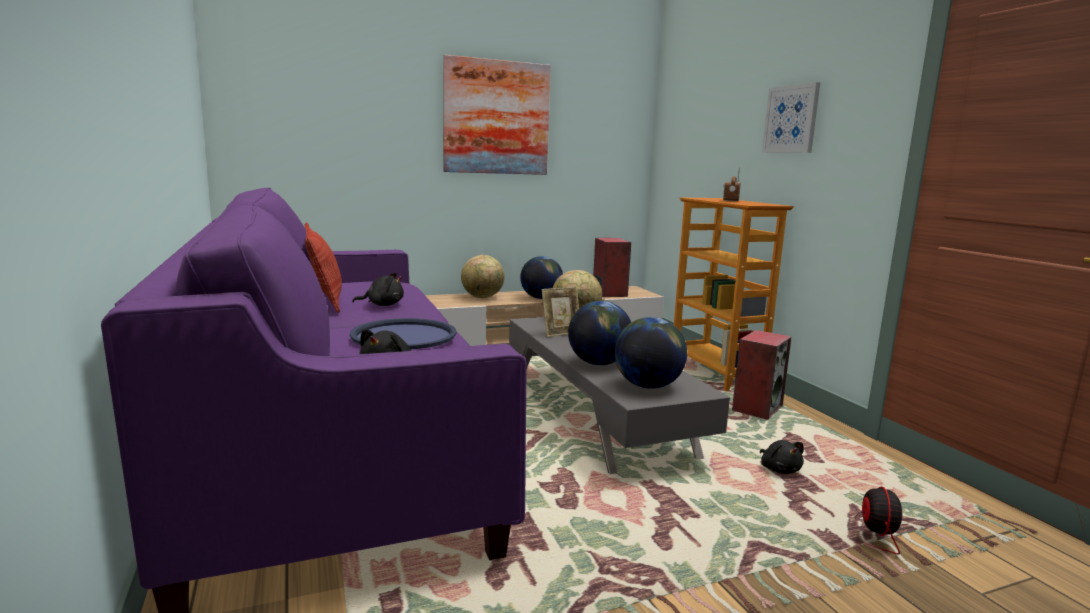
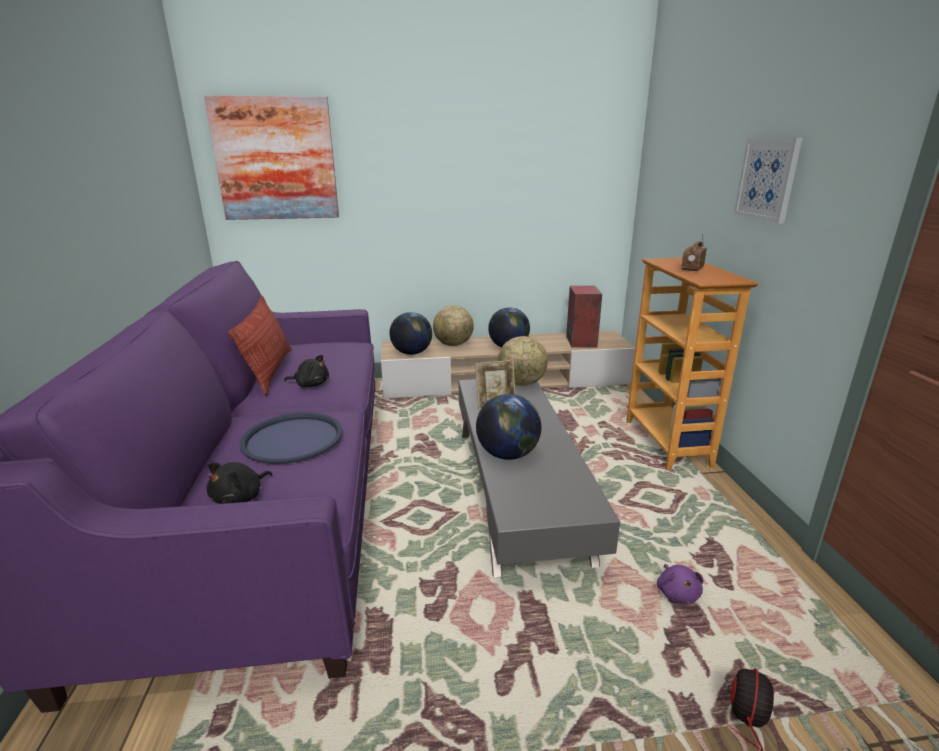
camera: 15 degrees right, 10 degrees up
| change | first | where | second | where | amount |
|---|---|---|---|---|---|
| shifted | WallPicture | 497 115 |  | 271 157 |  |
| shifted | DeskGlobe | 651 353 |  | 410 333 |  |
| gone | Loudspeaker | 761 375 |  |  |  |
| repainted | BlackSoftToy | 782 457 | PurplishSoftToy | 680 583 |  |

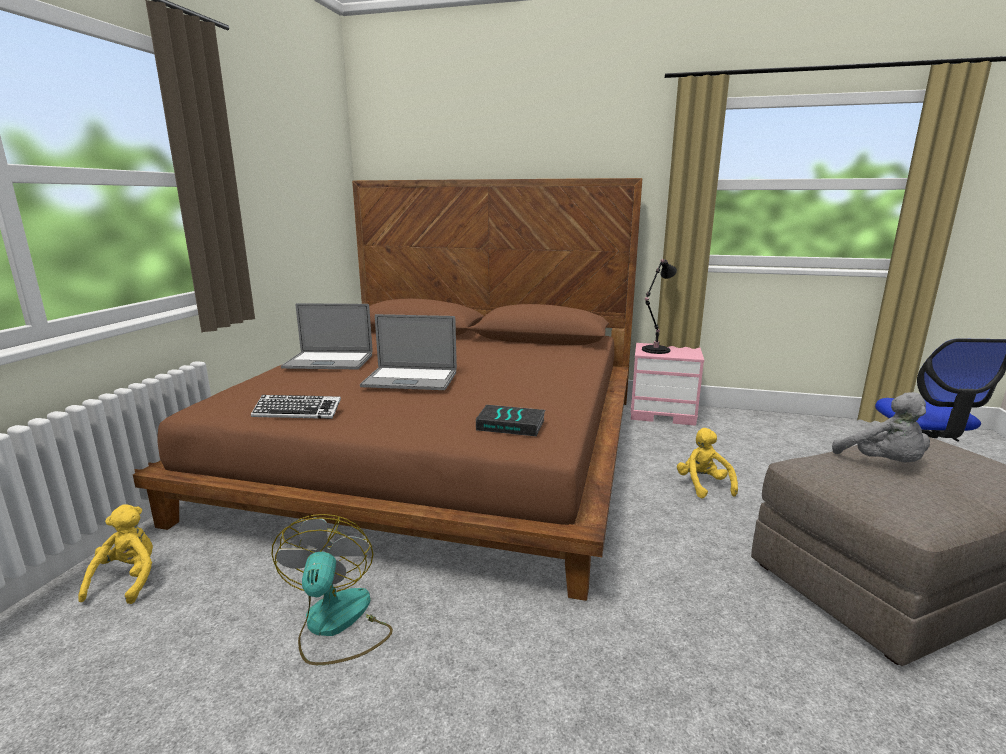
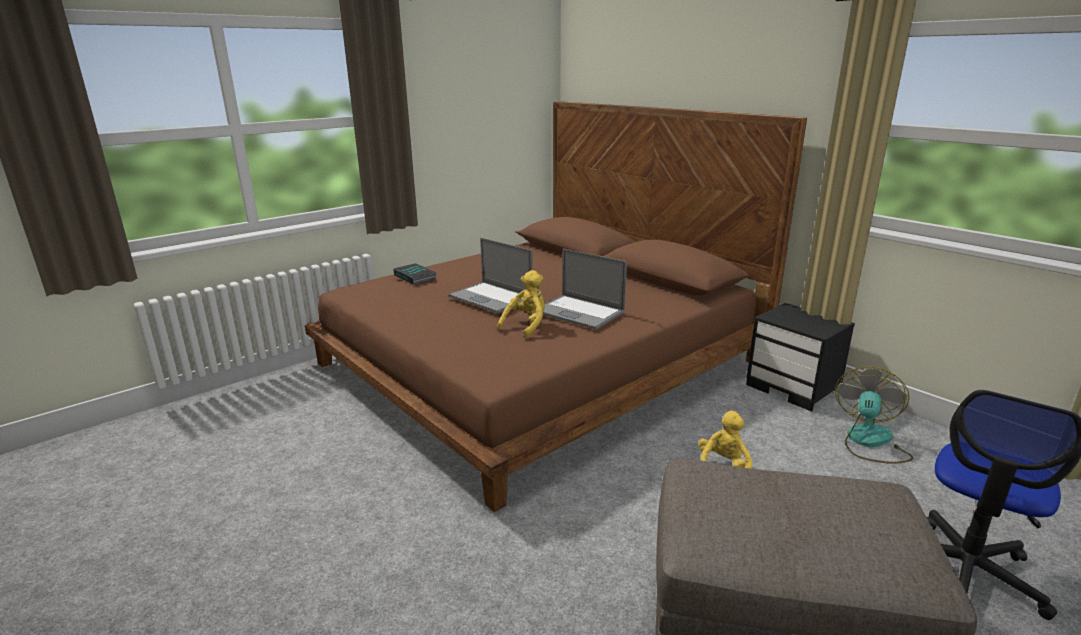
camera: 35 degrees right, 5 degrees up
| change | first | where | second | where | amount |
|---|---|---|---|---|---|
| gone | BlackTableLamp | 659 306 |  |  |  |
| shifted | NotebookComputer | 327 336 |  | 585 289 |  |
| repainted | PinkishBedsideTable | 667 384 | BlackBedsideTable | 800 357 |  |
| gone | GreySoftToy | 881 427 |  |  |  |
| gone | Keyboard | 296 407 |  |  |  |
| shifted | Volume | 511 421 |  | 414 274 |  |
| shifted | YellowColouredSoftToy | 115 554 |  | 521 304 |  |
| shifted | Fan | 332 589 |  | 874 415 |  |

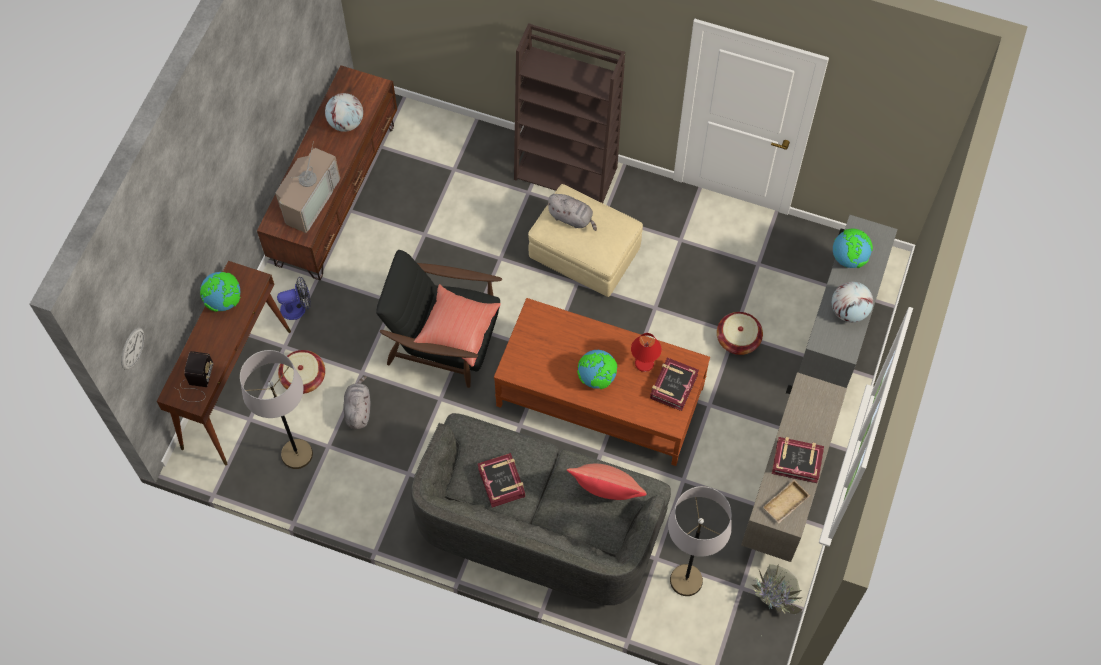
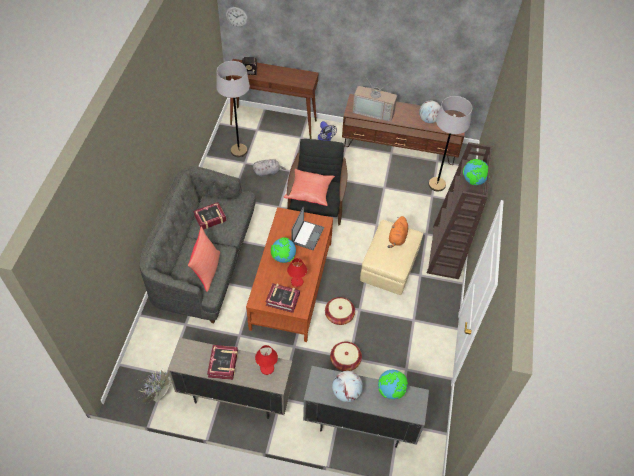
camera: 80 degrees right, 10 degrees down
| change | first | where | second | where | amount |
|---|---|---|---|---|---|
| repainted | GreySoftToy | 571 212 | OrangeySoftToy | 397 232 |  |
| shifted | DeskGlobe | 220 292 |  | 476 172 |  |
| shifted | Basket | 301 372 |  | 340 311 |  |
| gone | BeigeServingTray | 786 502 |  |  |  |
| shifted | GreyStandingLamp | 700 541 |  | 450 143 |  |
| new |  |  | NotebookComputer | 308 228 |  |
| new |  |  | ReddishTableLamp | 266 360 |  |

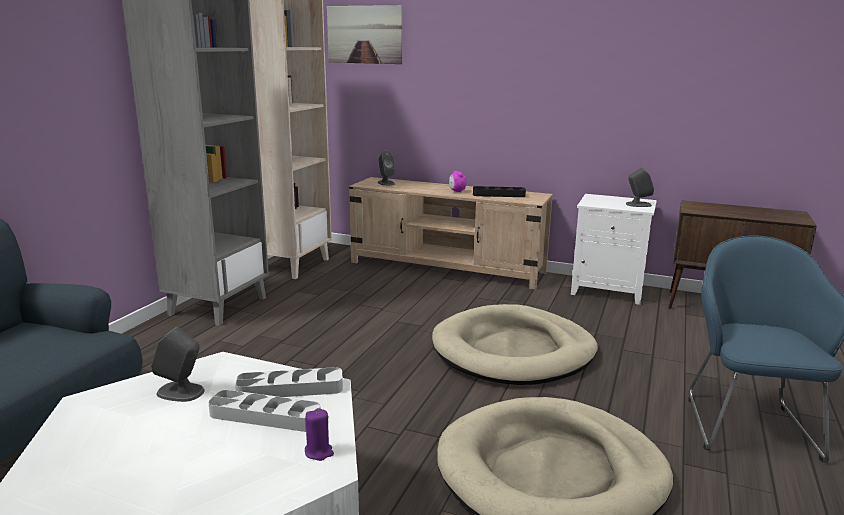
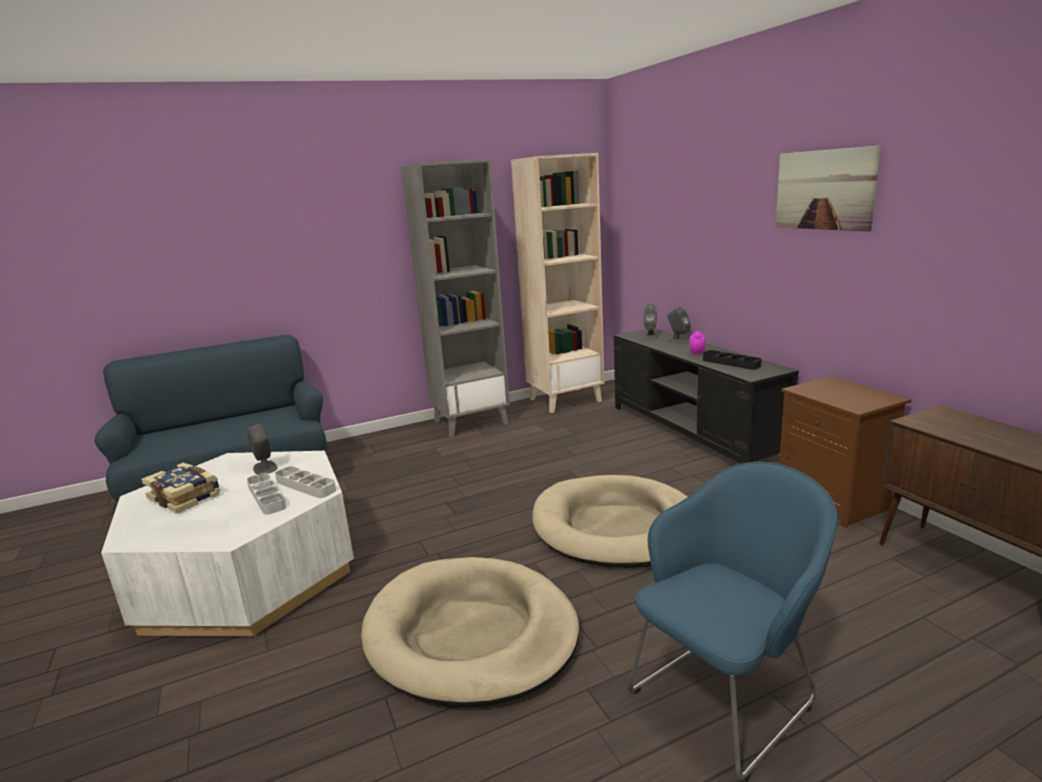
camera: 45 degrees right, 0 degrees up
| change | first | where | second | where | amount |
|---|---|---|---|---|---|
| shifted | WallPicture | 364 34 |  | 828 189 |  |
| shifted | GreyLoudspeaker | 640 187 |  | 679 325 |  |
| repainted | BeigeMediaConsole | 451 233 | BlackMediaConsole | 706 396 |  |
| repainted | WhiteColouredBedsideTable | 614 249 | BrownColouredBedsideTable | 845 452 |  |
| gone | PurplishCandle | 319 434 |  |  |  |
| new |  |  | Volume | 180 488 |  |

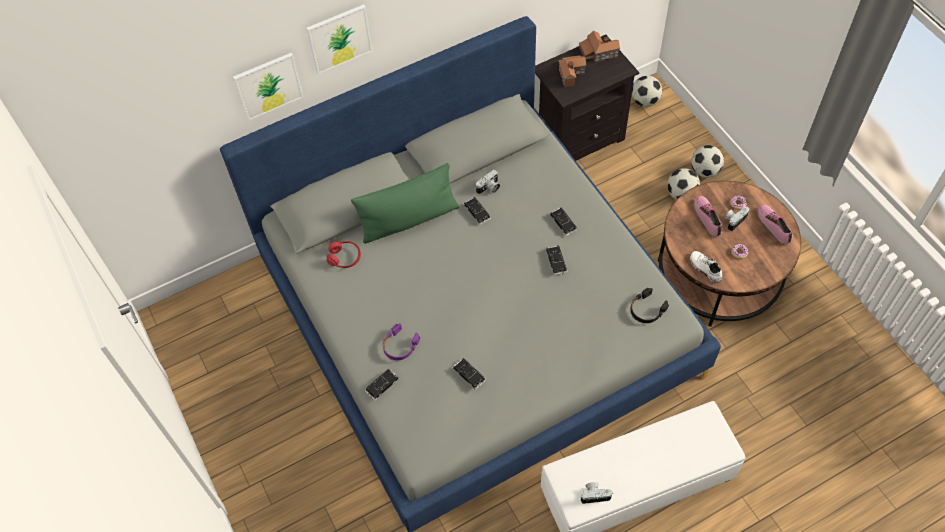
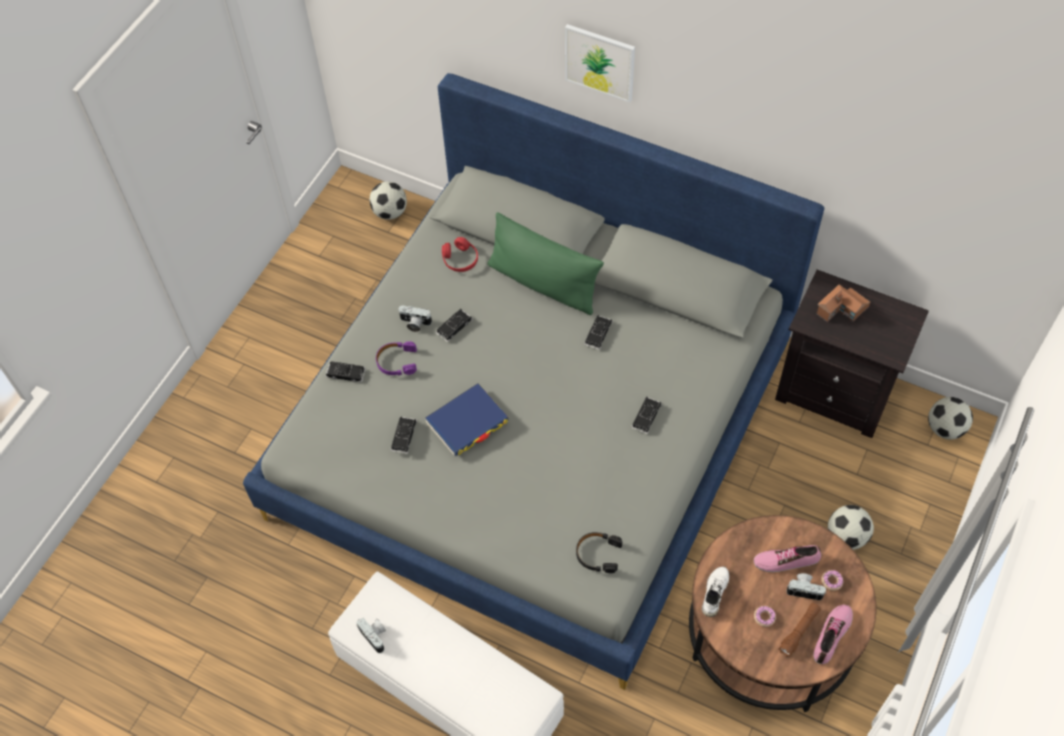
camera: 55 degrees right, 0 degrees up
| change | first | where | second | where | amount |
|---|---|---|---|---|---|
| gone | MiniatureHouse | 599 46 |  |  |  |
| gone | WallPicture | 268 86 |  |  |  |
| shifted | FootballBall | 707 161 |  | 388 200 |  |
| shifted | PhotoCamera | 488 181 |  | 415 318 |  |
| rotated | LowShoe | 708 216 |  | 787 558 | 135 degrees counterclockwise |
| shifted | BlackModelCar | 556 260 |  | 454 325 |  |
| new |  |  | BlueColouredVolume | 467 419 |  |
| new |  |  | BrownColouredHandTorch | 800 630 |  |

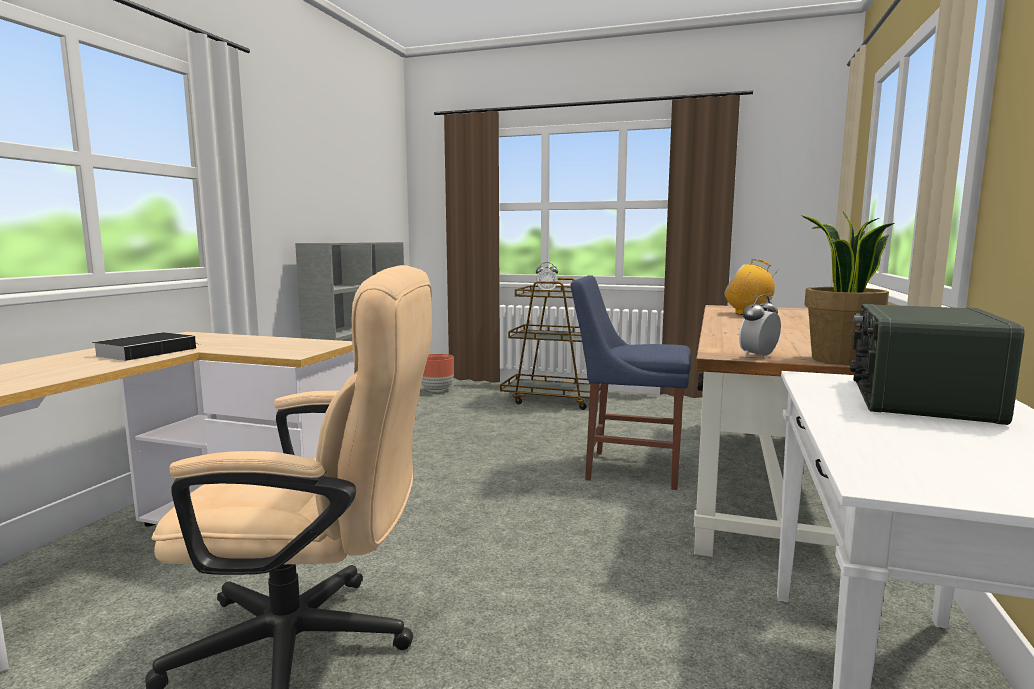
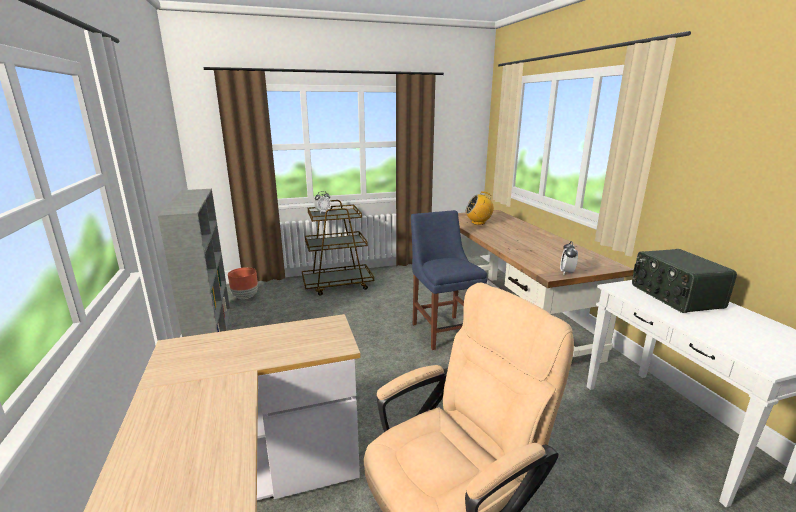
camera: 35 degrees left, 10 degrees up
| change | first | where | second | where | amount |
|---|---|---|---|---|---|
| gone | Houseplant | 848 288 |  |  |  |
| rotated | BlueColouredUprightChair | 631 382 |  | 449 280 | 90 degrees clockwise |
| gone | Volume | 148 346 |  |  |  |

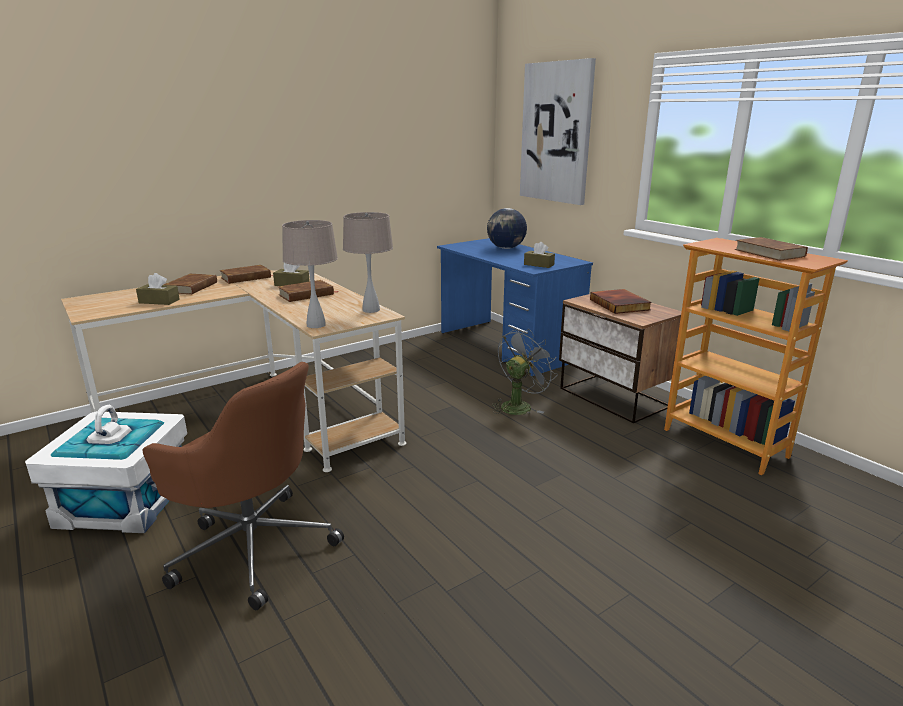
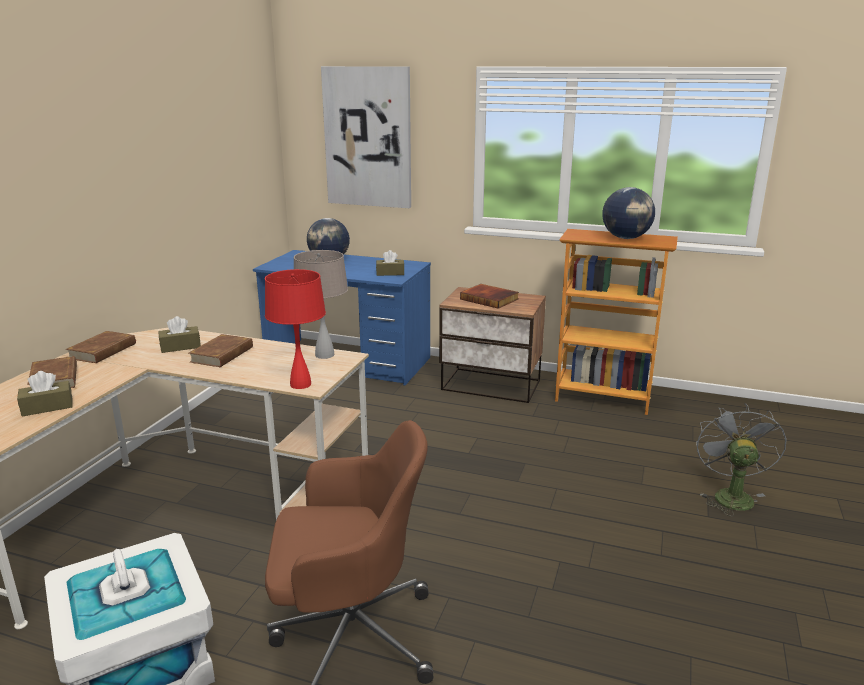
camera: 35 degrees left, 0 degrees up
| change | first | where | second | where | amount |
|---|---|---|---|---|---|
| repainted | BeigeTableLamp | 310 274 | ReddishTableLamp | 295 329 |  |
| swapped | BrownColouredVolume | 771 249 | DeskGlobe | 628 213 |  |
| shifted | GreyFan | 525 372 |  | 741 459 |  |

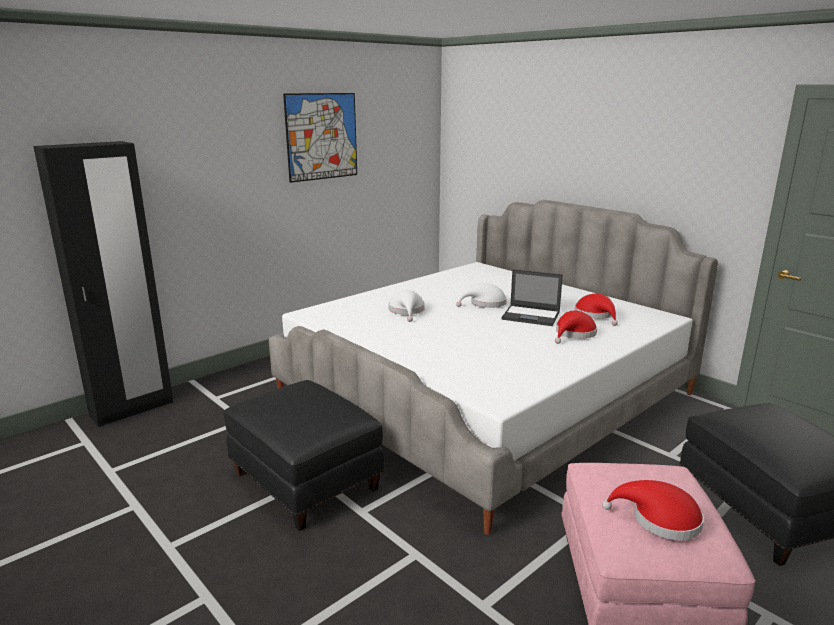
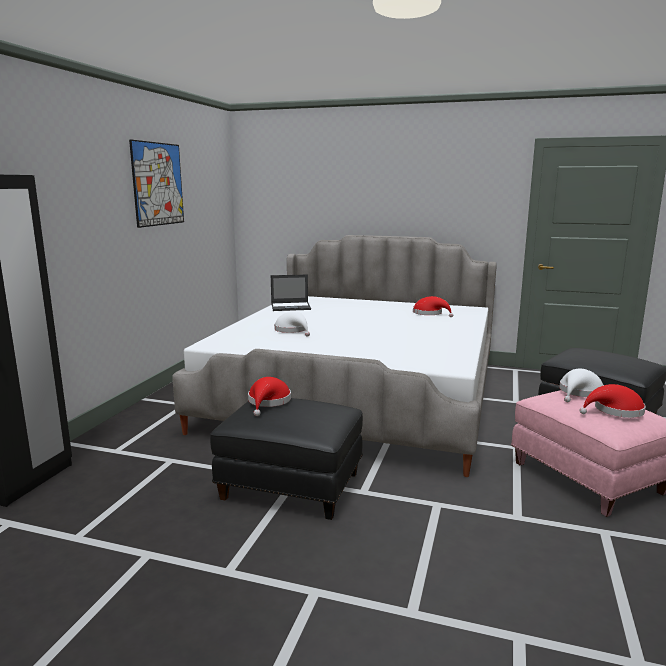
camera: 30 degrees left, 5 degrees down
| change | first | where | second | where | amount |
|---|---|---|---|---|---|
| shifted | NotebookComputer | 532 297 |  | 291 292 |  |
| shifted | WhiteColouredWearableHat | 481 295 |  | 581 385 |  |
| shifted | ReddishWearableHat | 576 327 |  | 269 396 |  |

